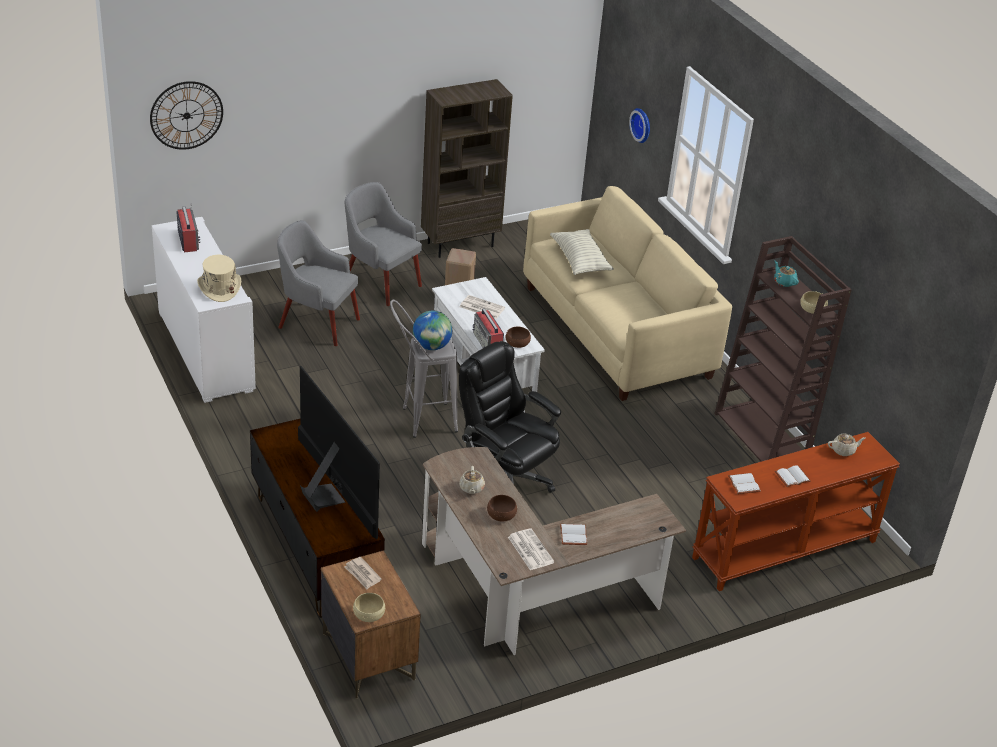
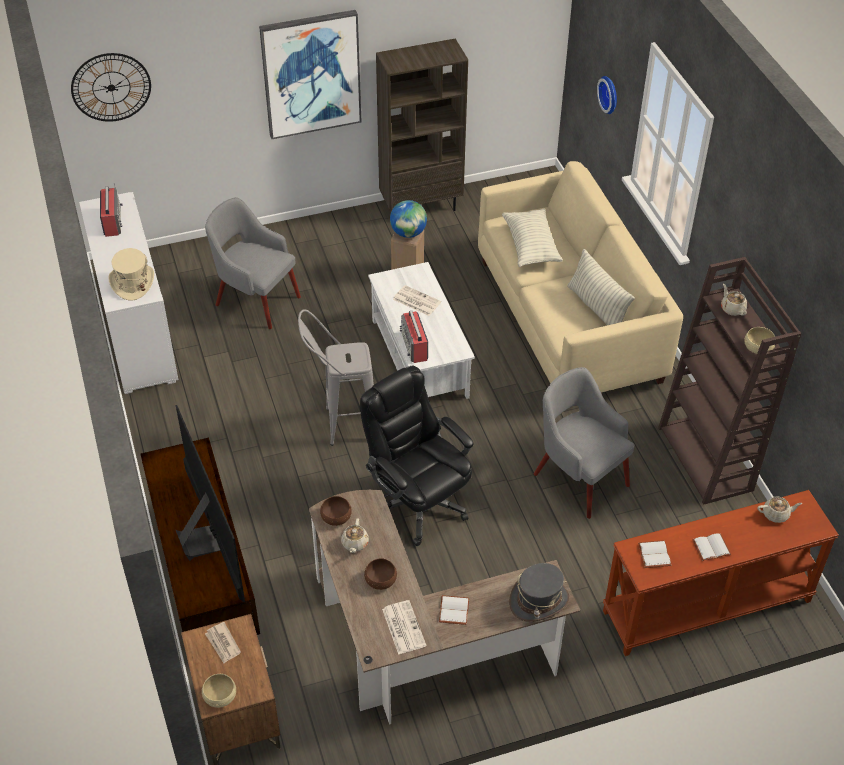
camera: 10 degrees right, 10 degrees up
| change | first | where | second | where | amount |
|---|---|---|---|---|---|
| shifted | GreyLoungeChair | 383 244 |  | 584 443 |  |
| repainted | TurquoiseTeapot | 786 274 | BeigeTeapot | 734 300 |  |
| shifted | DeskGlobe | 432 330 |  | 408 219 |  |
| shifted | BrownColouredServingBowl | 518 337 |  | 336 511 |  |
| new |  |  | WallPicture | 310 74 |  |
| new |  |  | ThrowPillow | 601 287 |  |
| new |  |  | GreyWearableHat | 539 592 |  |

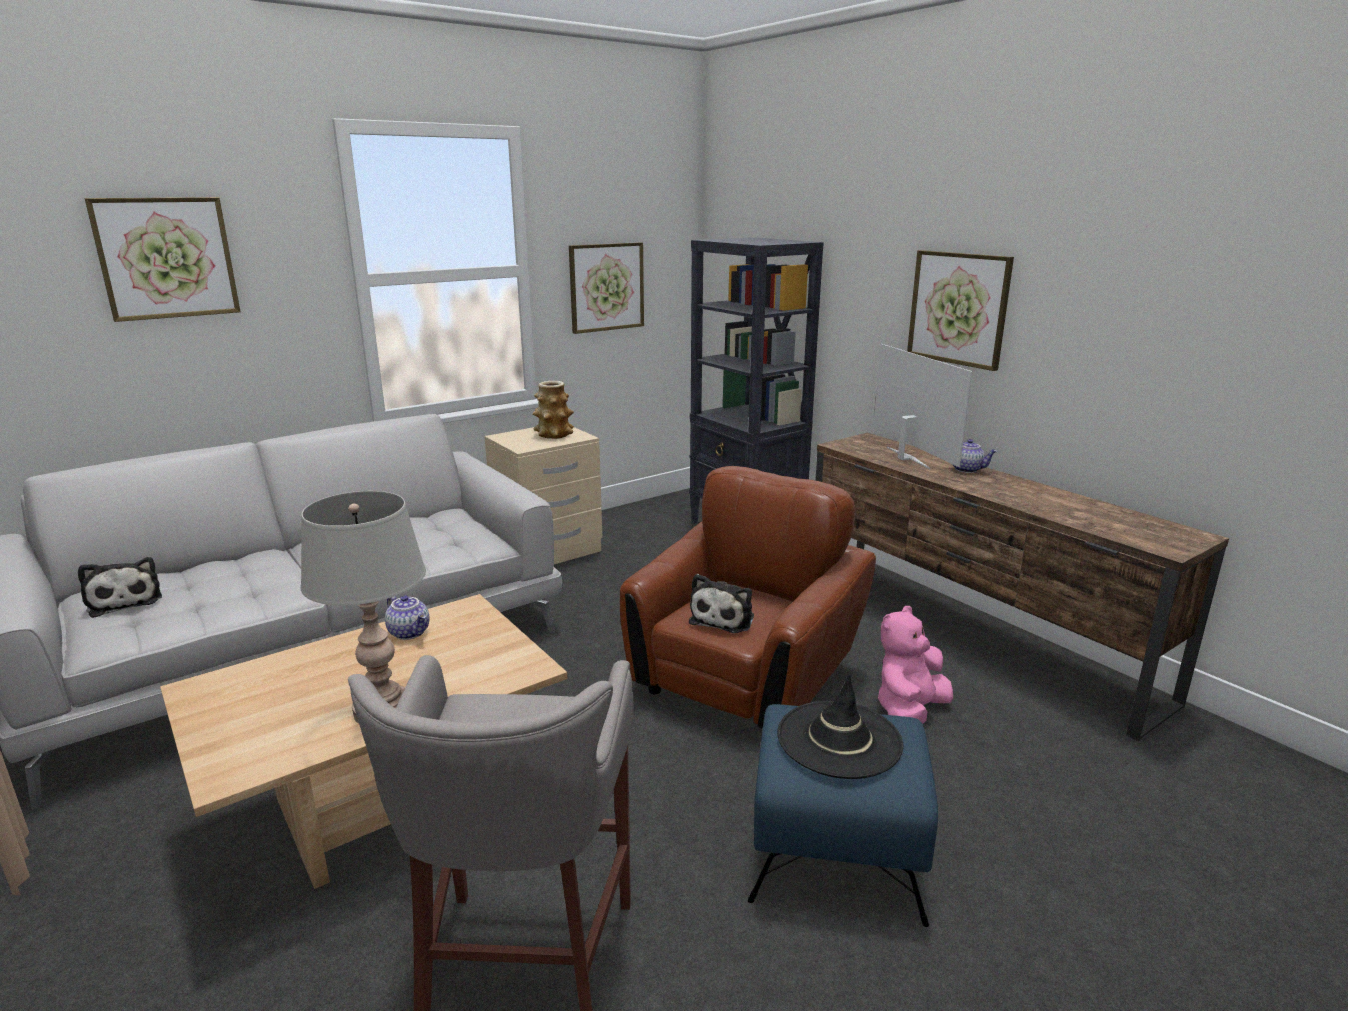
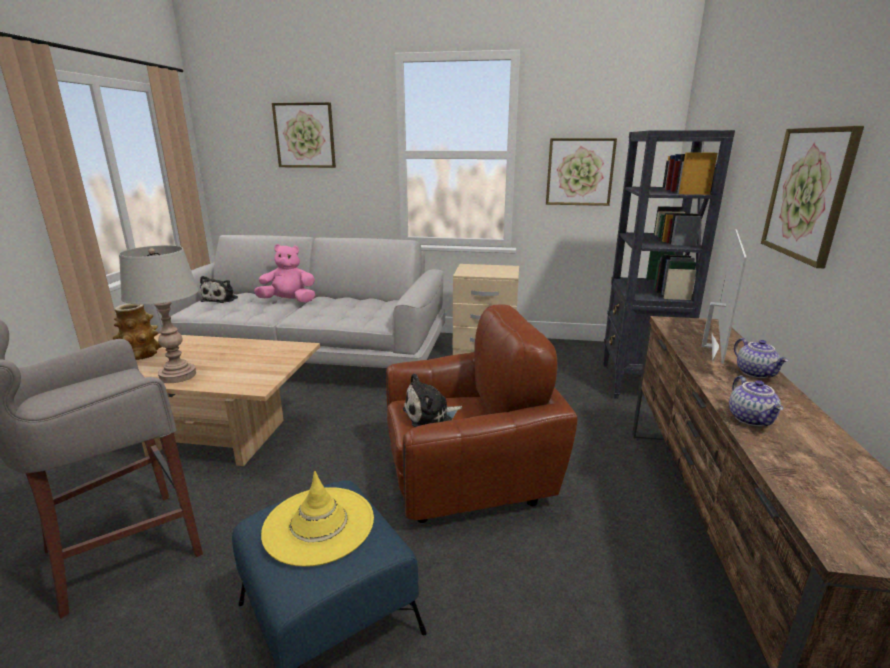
camera: 45 degrees right, 0 degrees up
| change | first | where | second | where | amount |
|---|---|---|---|---|---|
| shifted | FlowerVase | 553 410 |  | 137 331 |  |
| shifted | Teapot | 407 617 |  | 756 401 |  |
| shifted | PinkishSoftToy | 915 665 |  | 284 273 |  |
| repainted | BlackWearableHat | 840 727 | YellowColouredWearableHat | 317 519 |  |

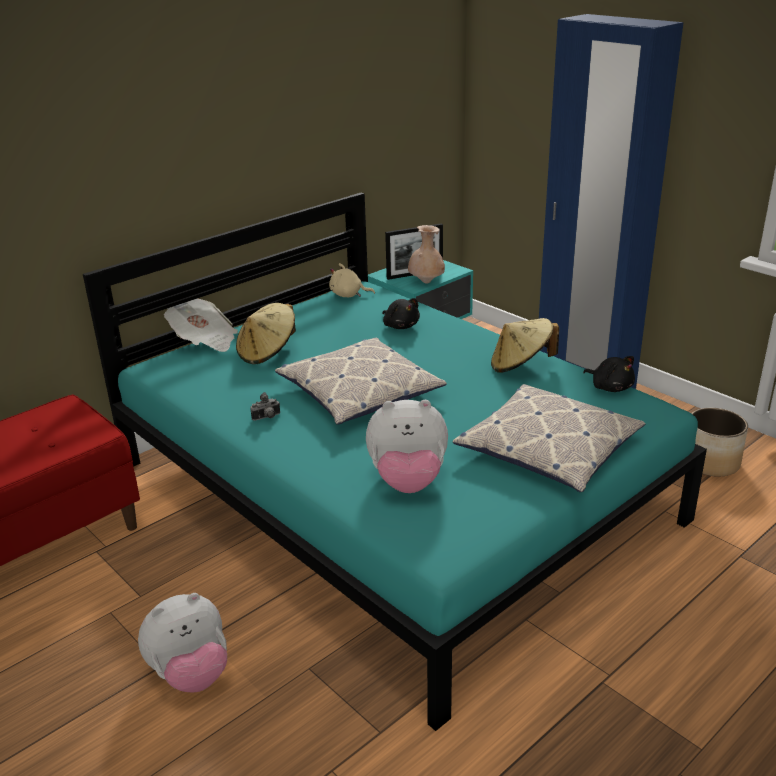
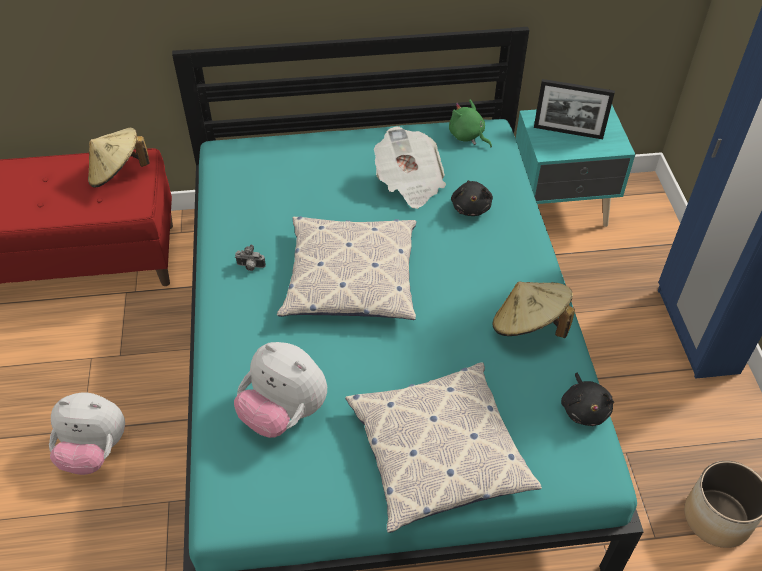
camera: 35 degrees right, 20 degrees up
| change | first | where | second | where | amount |
|---|---|---|---|---|---|
| gone | BeigeFlowerVase | 426 254 |  |  |  |
| repainted | BeigeSoftToy | 352 280 | GreenishSoftToy | 470 124 |  |
| shifted | Newspaper | 201 325 |  | 410 167 |  |
| shifted | BeigeWearableHat | 266 333 |  | 119 158 |  |

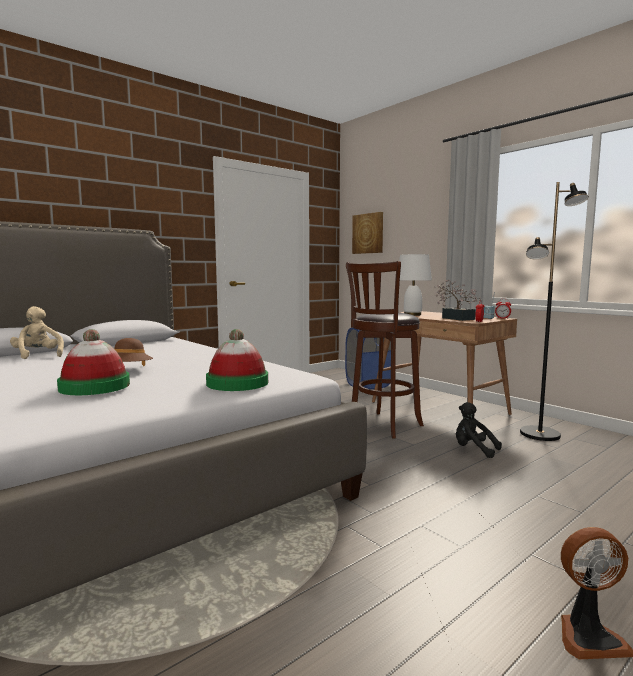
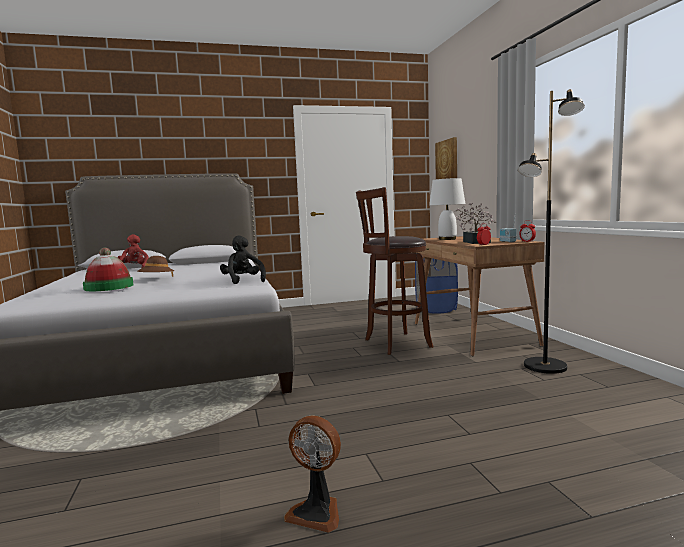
camera: 25 degrees right, 0 degrees up
| change | first | where | second | where | amount |
|---|---|---|---|---|---|
| repainted | BeigeSoftToy | 37 332 | ReddishSoftToy | 133 251 |  |
| gone | WearableHat | 237 360 |  |  |  |
| shifted | BlackSoftToy | 479 430 |  | 243 259 |  |

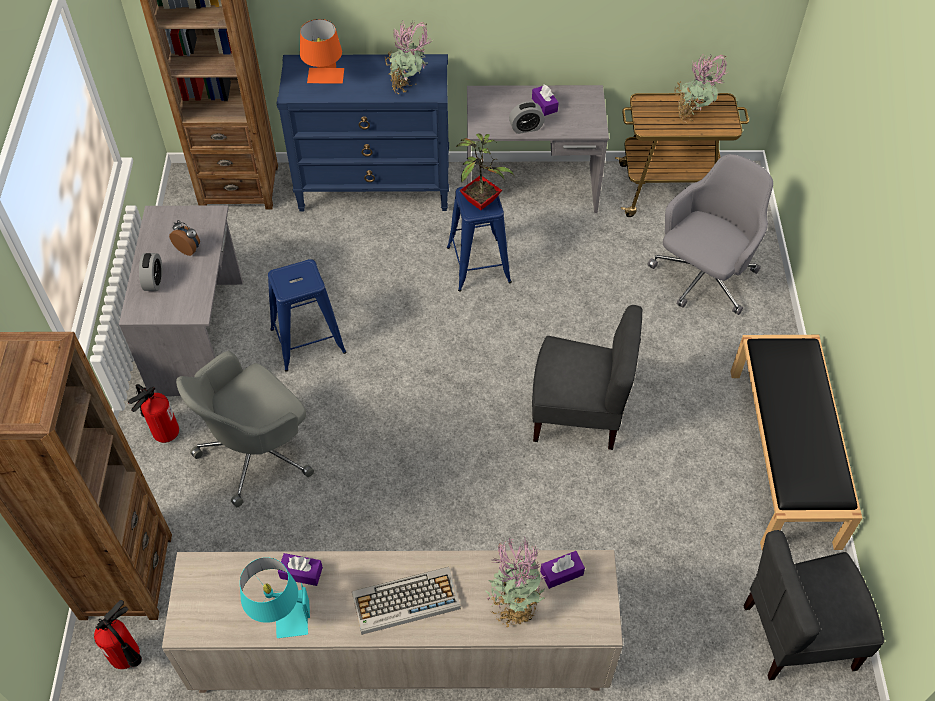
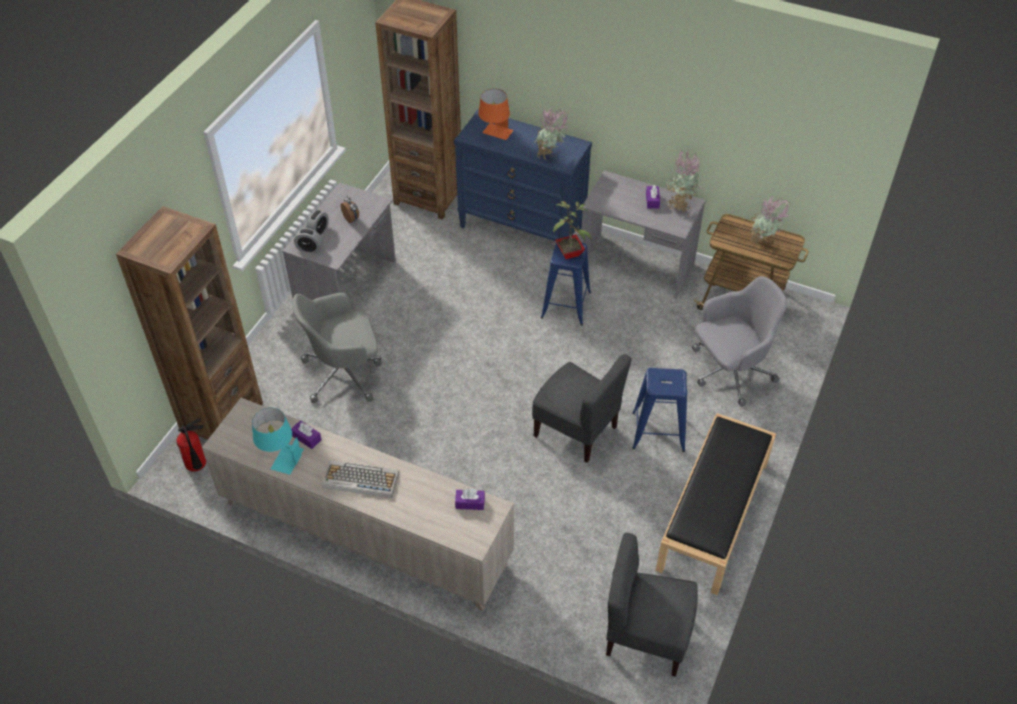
camera: 25 degrees right, 5 degrees down
| change | first | where | second | where | amount |
|---|---|---|---|---|---|
| shifted | TableClock | 527 118 |  | 308 240 |  |
| shifted | BlueColouredStoolSeat | 307 315 |  | 659 410 |  |
| gone | FireExtinguisher | 153 413 |  |  |  |
| shifted | Houseplant | 515 582 |  | 683 181 |  |

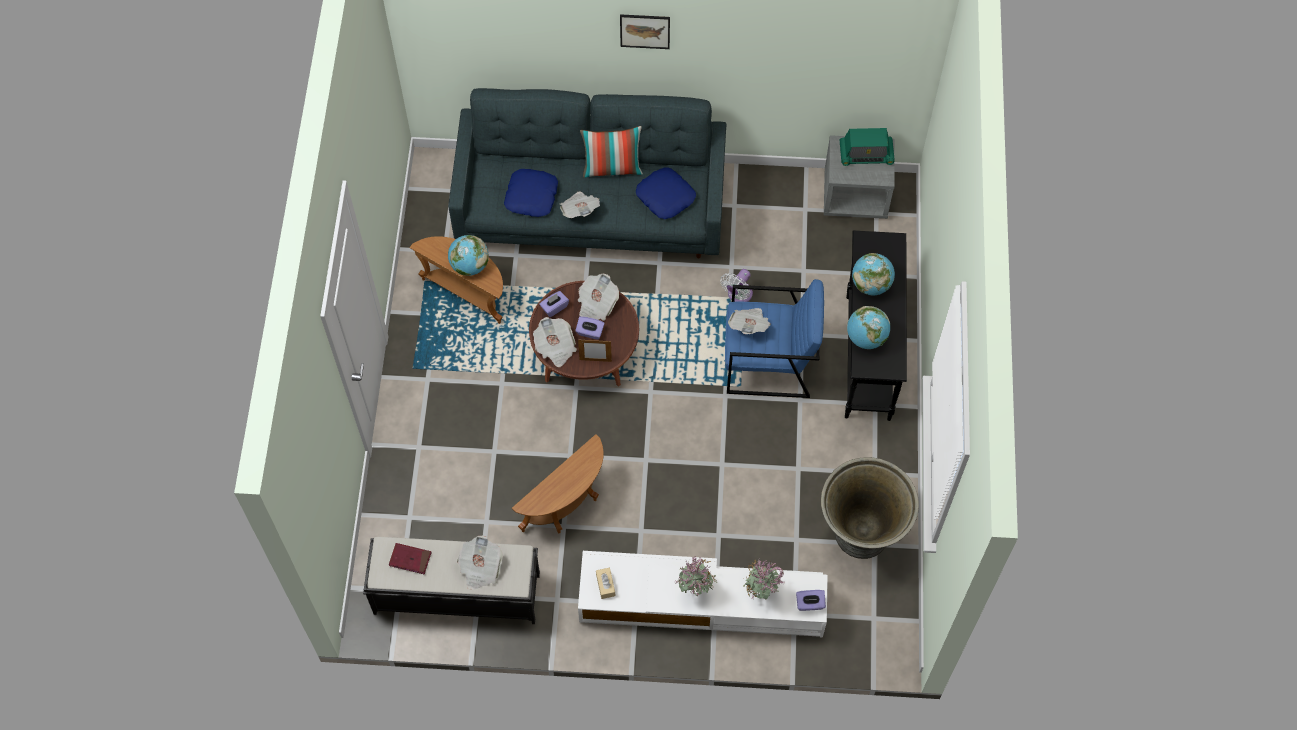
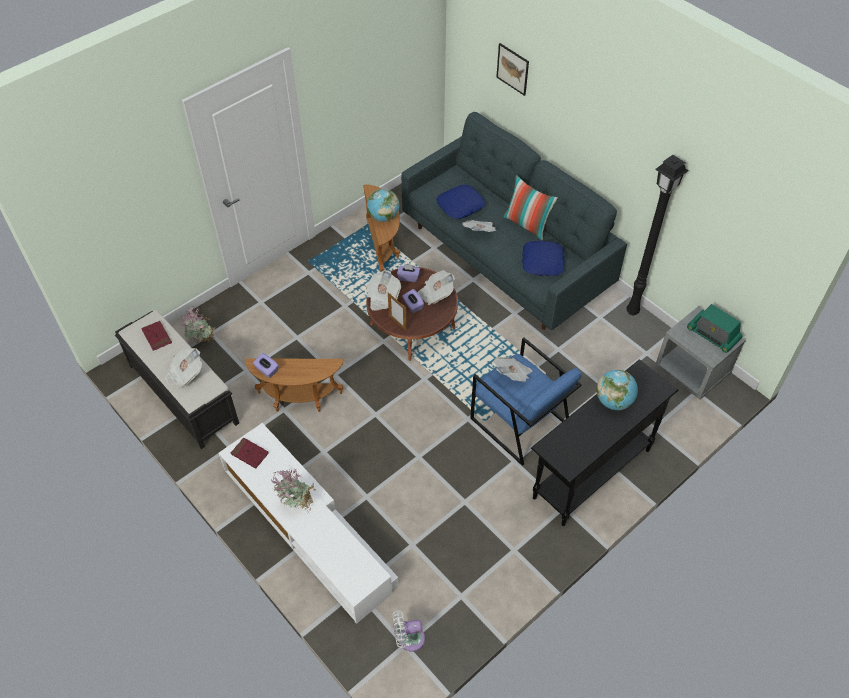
camera: 45 degrees right, 10 degrees down
| change | first | where | second | where | amount |
|---|---|---|---|---|---|
| shifted | WallPicture | 645 31 |  | 513 69 |  |
| shifted | WhiteColouredFan | 736 285 |  | 409 631 |  |
| gone | DeskGlobe | 868 327 |  |  |  |
| gone | GreyPlantPot | 870 508 |  |  |  |
| shifted | Houseplant | 763 579 |  | 198 326 |  |
| swapped | BeigeTissueBox | 605 583 | ReddishVolume | 250 453 |  |
| shifted | PurplishTissueBox | 811 600 |  | 266 365 |  |
| new |  |  | BlackStandingLamp | 657 235 |  |

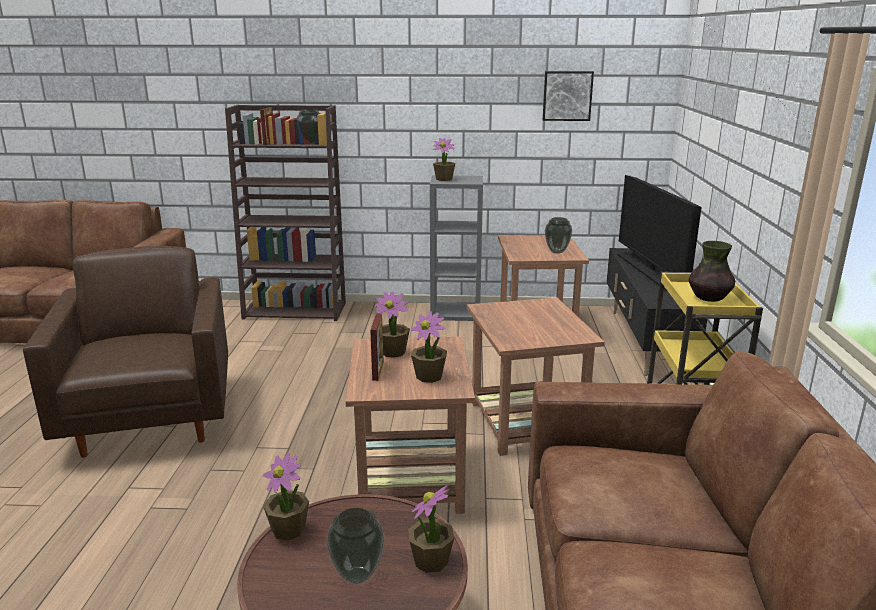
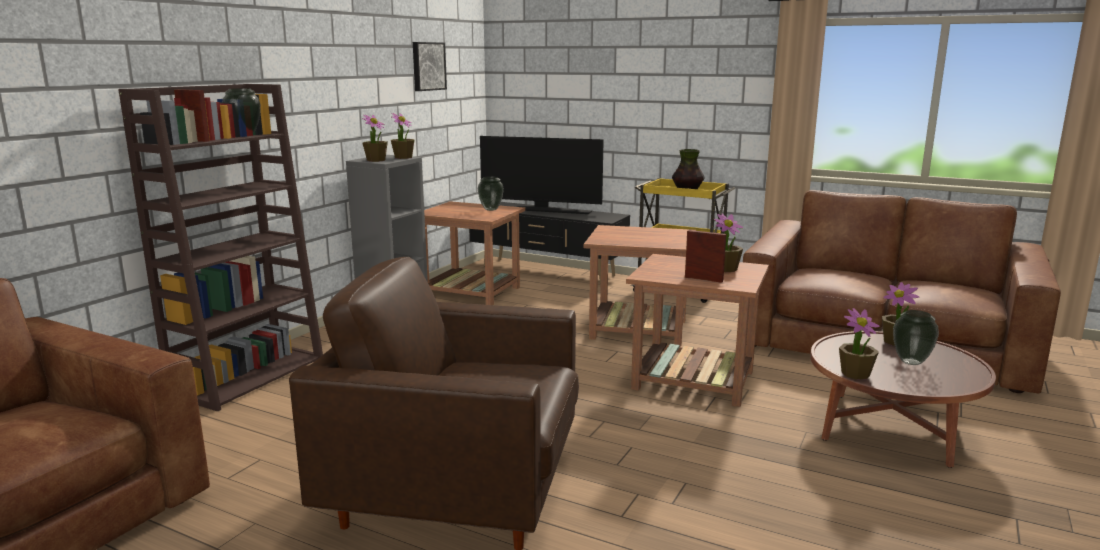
camera: 65 degrees left, 5 degrees down
| change | first | where | second | where | amount |
|---|---|---|---|---|---|
| shifted | Houseplant | 392 324 |  | 403 136 |  |

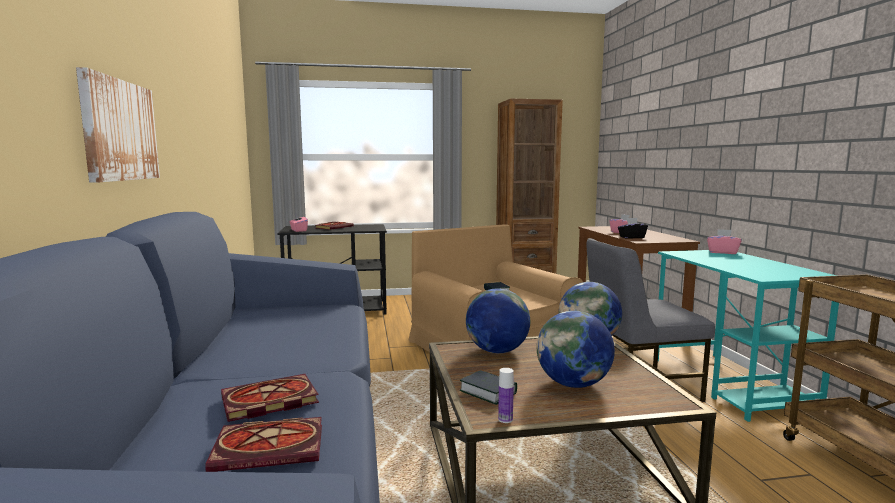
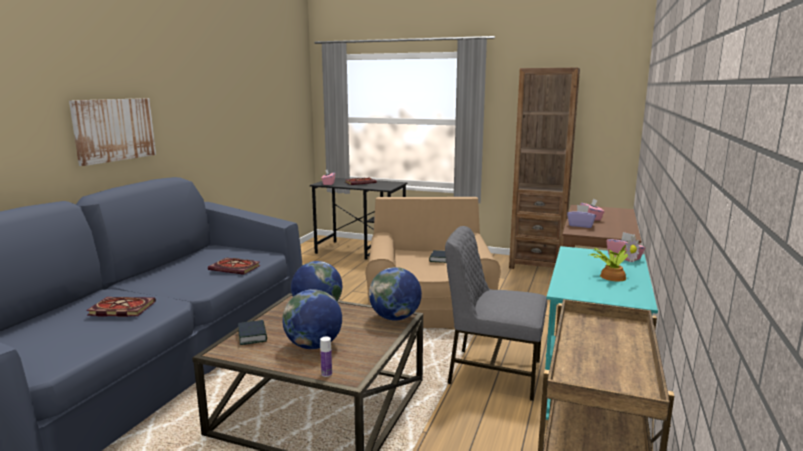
camera: 30 degrees right, 5 degrees up
| change | first | where | second | where | amount |
|---|---|---|---|---|---|
| repainted | BlackTissueBox | 633 228 | PurplishTissueBox | 581 216 |  |
| shifted | Bottle | 506 395 |  | 326 357 |  |
| shifted | Volume | 263 444 |  | 234 266 |  |
| new |  |  | Houseplant | 614 258 |  |

